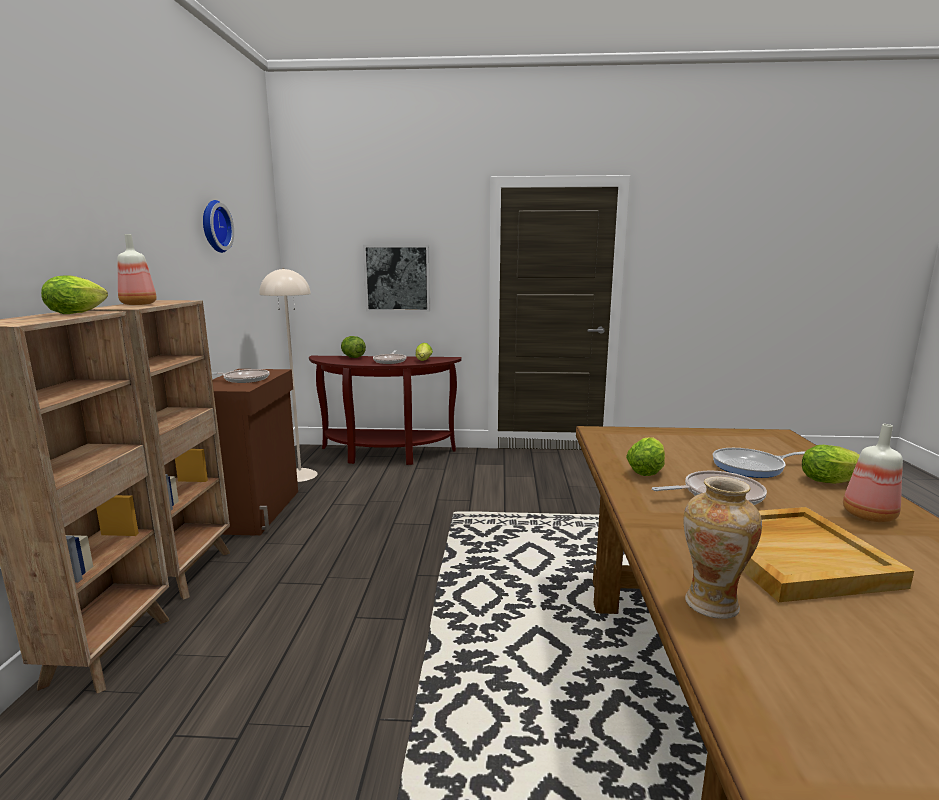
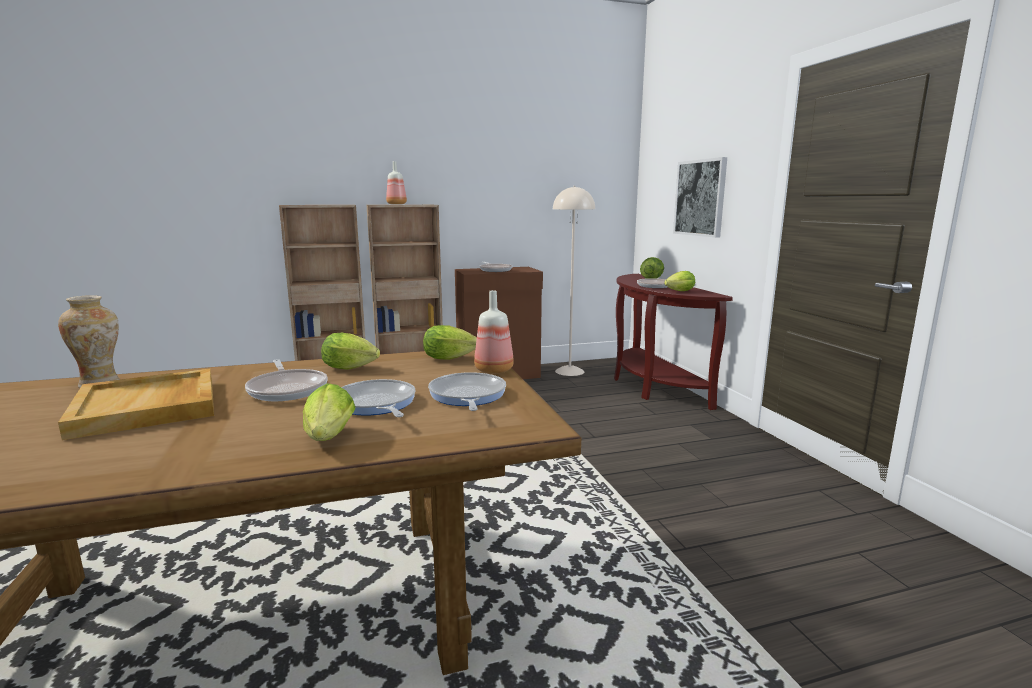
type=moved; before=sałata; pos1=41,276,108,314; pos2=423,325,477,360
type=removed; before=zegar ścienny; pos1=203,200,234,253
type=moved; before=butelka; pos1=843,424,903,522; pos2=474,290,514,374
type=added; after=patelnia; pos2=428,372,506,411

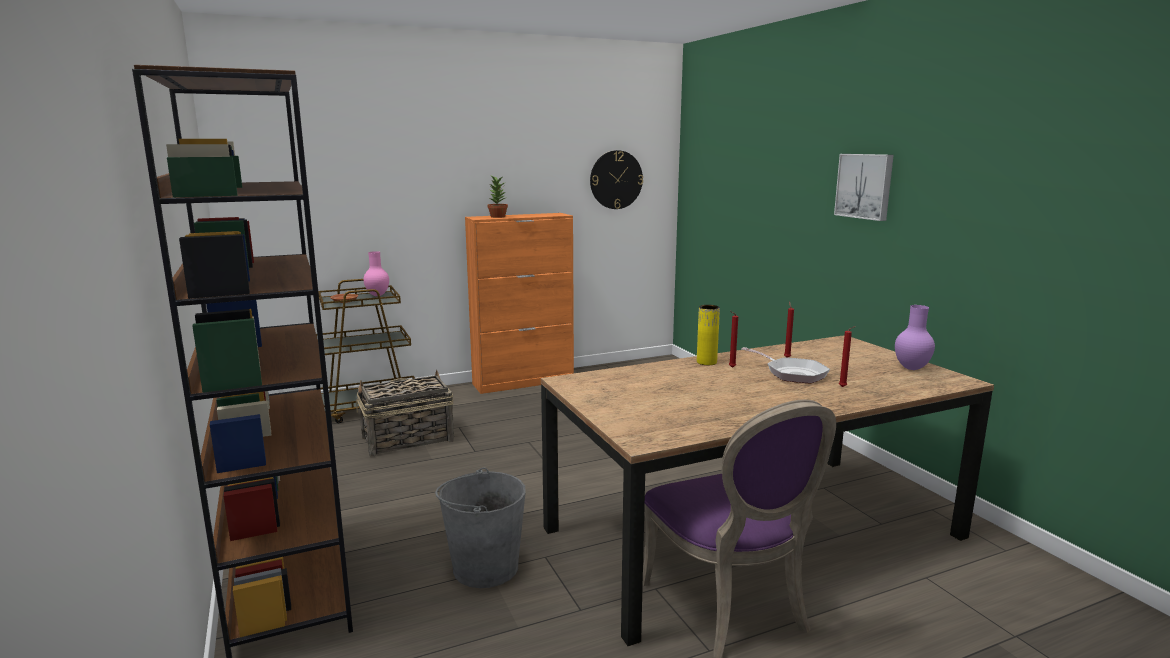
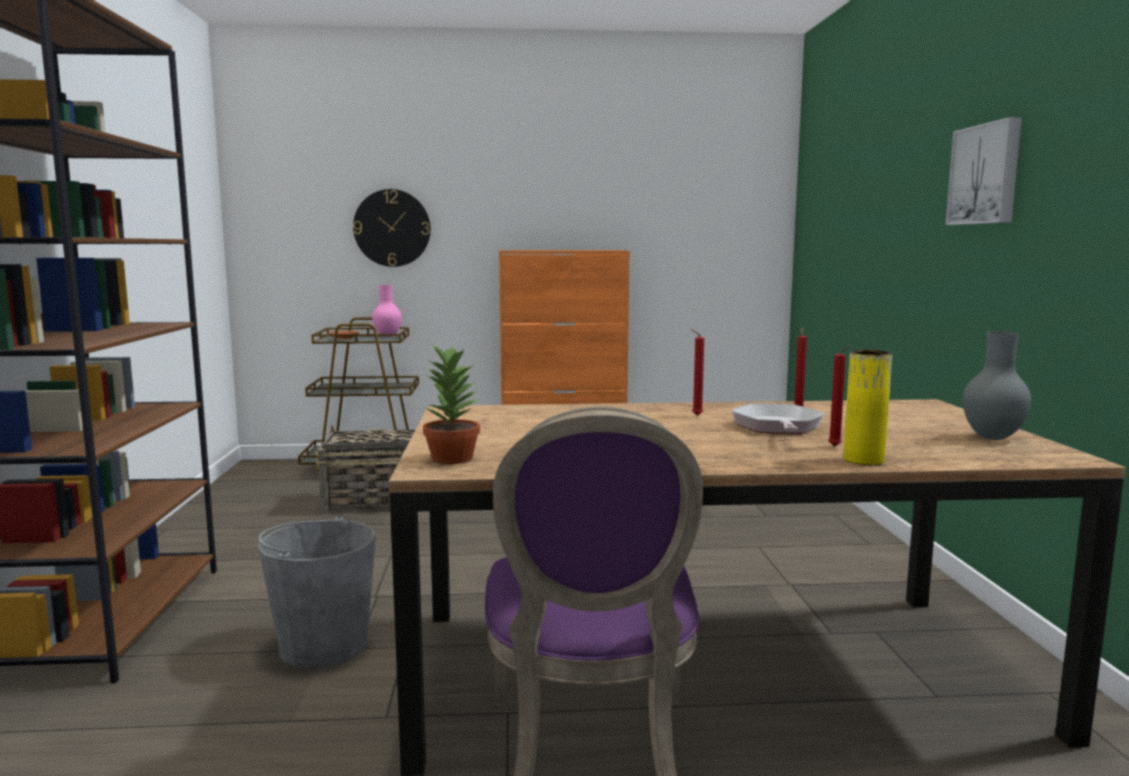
type=moved; before=roślina doniczkowa; pos1=487,176,508,218; pos2=423,343,481,464
type=moved; before=zegar ścienny; pos1=590,150,643,209; pos2=353,189,431,267
type=moved; before=wazon (żółty); pos1=697,305,720,365; pos2=843,350,892,465
type=turned; before=patelnia; pos1=741,347,830,383; pos2=731,403,825,434; turn=-150
type=recoloured; before=wazon (fioletowy); after=wazon (szary); pos1=895,305,935,370; pos2=963,331,1031,440

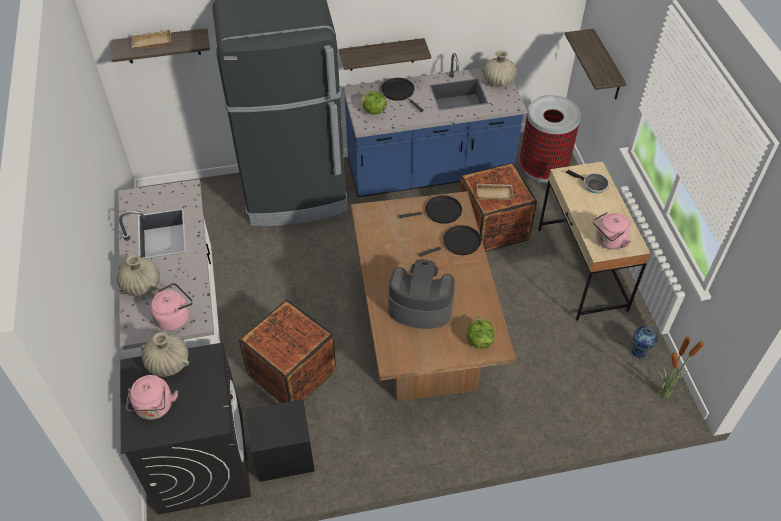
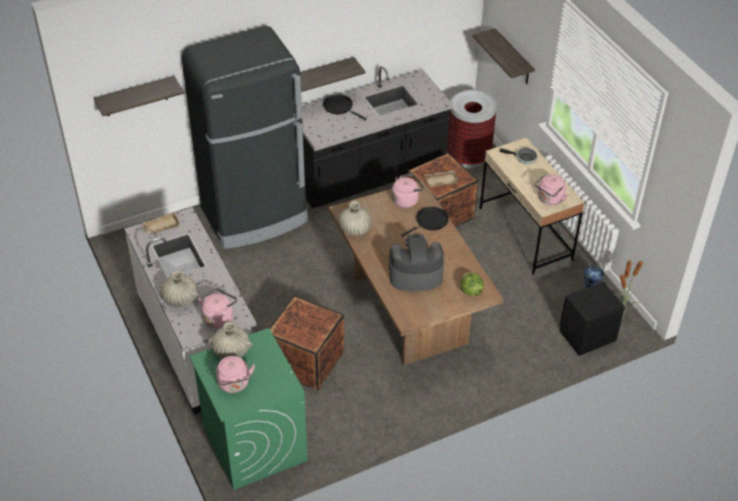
type=recoloured; before=pralka (czarny); after=pralka (zielony); pos1=120,343,251,515; pos2=190,328,308,490
type=moved; before=taca (beżowy); pos1=131,29,171,49; pos2=141,212,180,235
type=moved; before=szafka nocna (czarny); pos1=246,399,315,482; pos2=560,281,625,356
type=recoloured; before=zabudowa kuchenna (niebieski); after=zabudowa kuchenna (czarny); pos1=343,53,527,198; pos2=302,66,453,209
type=removed; before=sałata; pos1=360,91,387,115
type=replaced; before=patelnia (czarny); after=czajnik (różowy); pos1=399,195,462,224; pos2=392,174,424,208
type=moved; before=wazon (beżowy); pos1=483,50,517,87; pos2=339,201,372,236

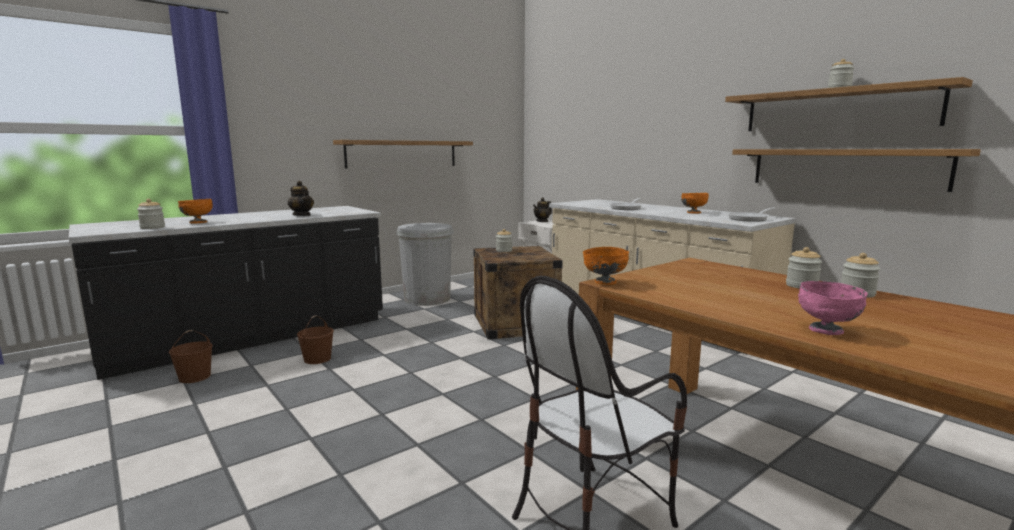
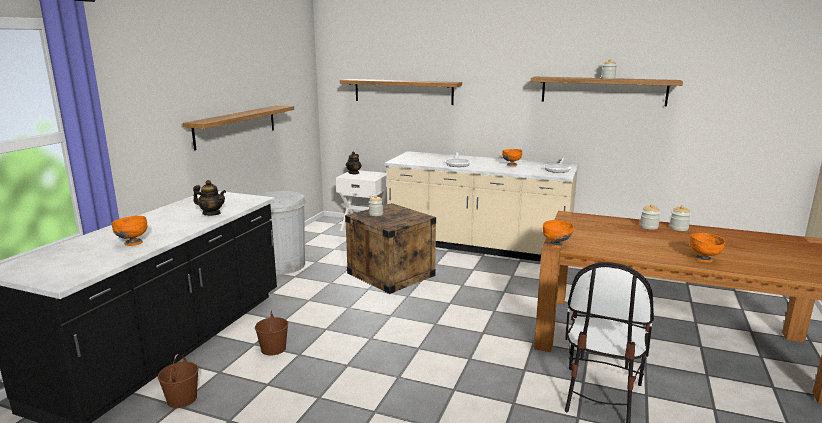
type=removed; before=słoik; pos1=137,199,165,229
type=moved; before=półka; pos1=732,149,981,192; pos2=340,79,462,105
type=recoloured; before=miska (różowy); after=miska (pomarańczowy); pos1=798,281,868,335; pos2=690,233,725,263

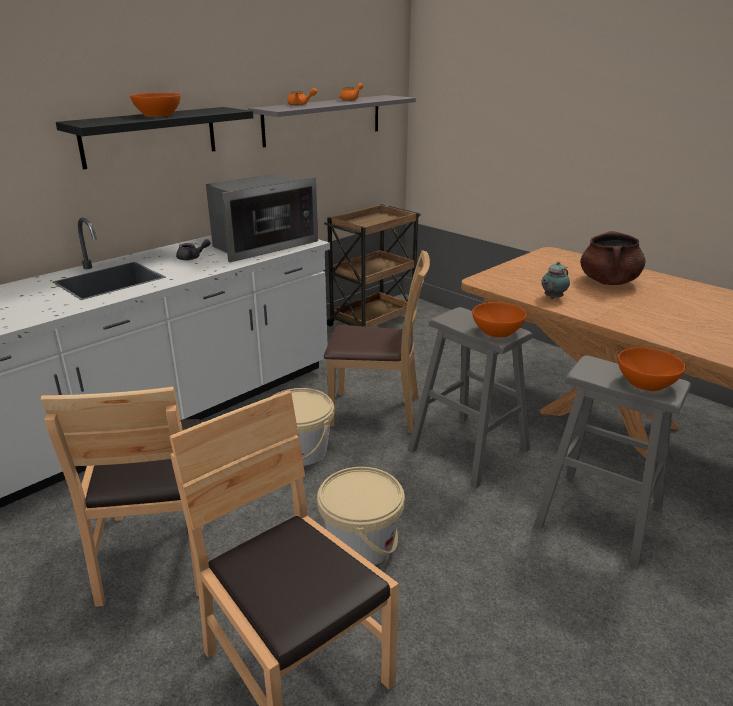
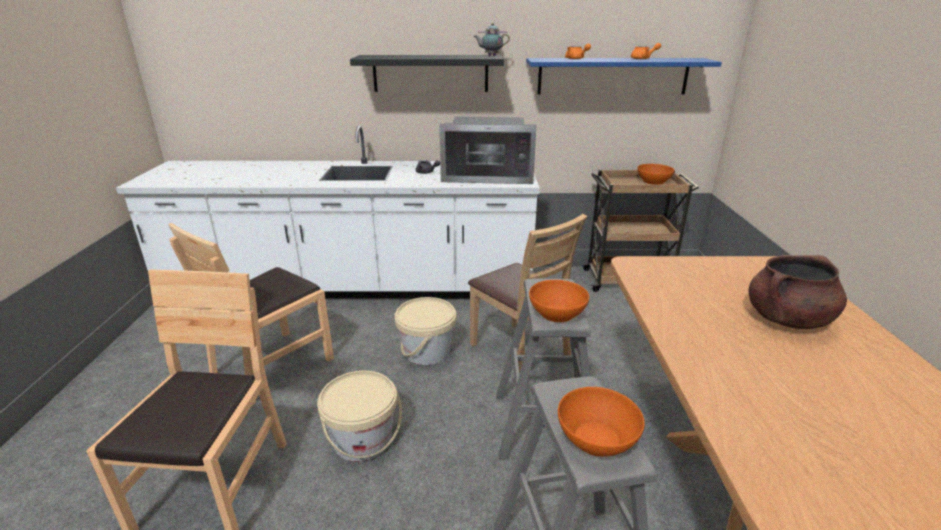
type=moved; before=miska (pomarańczowy); pos1=130,93,181,117; pos2=637,164,675,184
type=recoloured; before=półka (szary); after=półka (niebieski); pos1=248,95,416,147; pos2=526,58,722,95
type=moved; before=imbryk; pos1=542,261,570,299; pos2=474,23,510,56

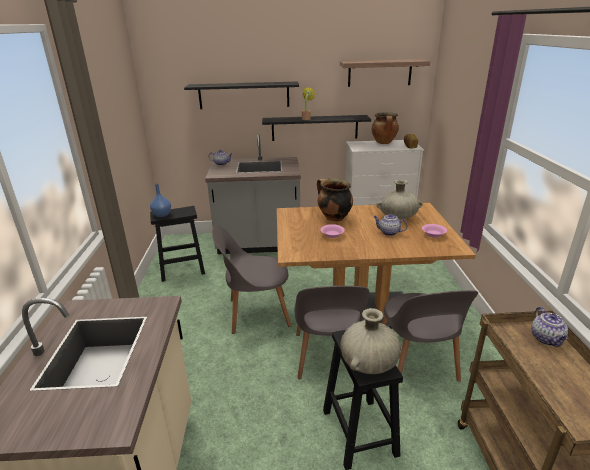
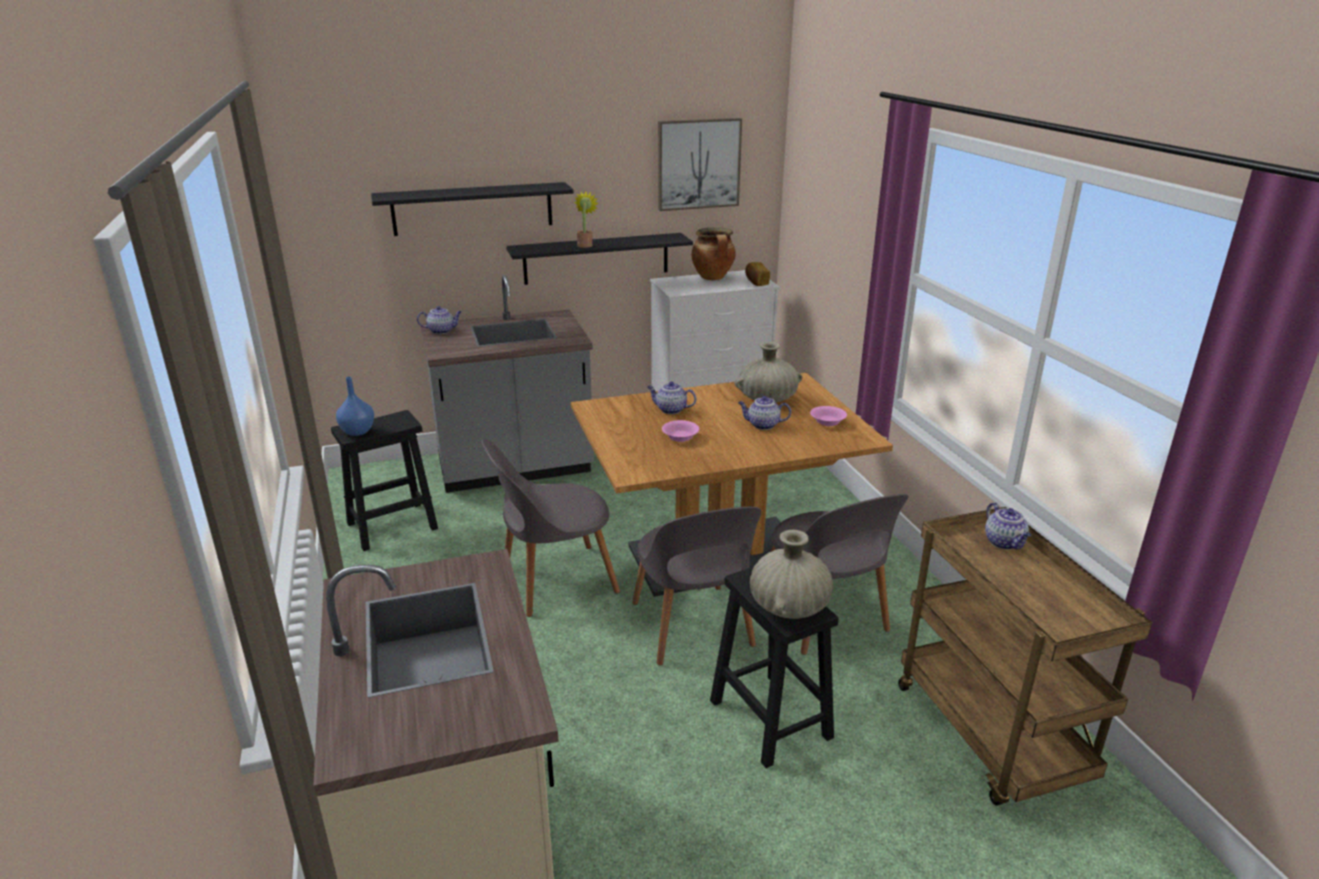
type=replaced; before=garnek; after=imbryk; pos1=317,178,353,222; pos2=647,382,696,414
type=replaced; before=półka; after=obraz; pos1=340,59,430,87; pos2=658,118,742,211

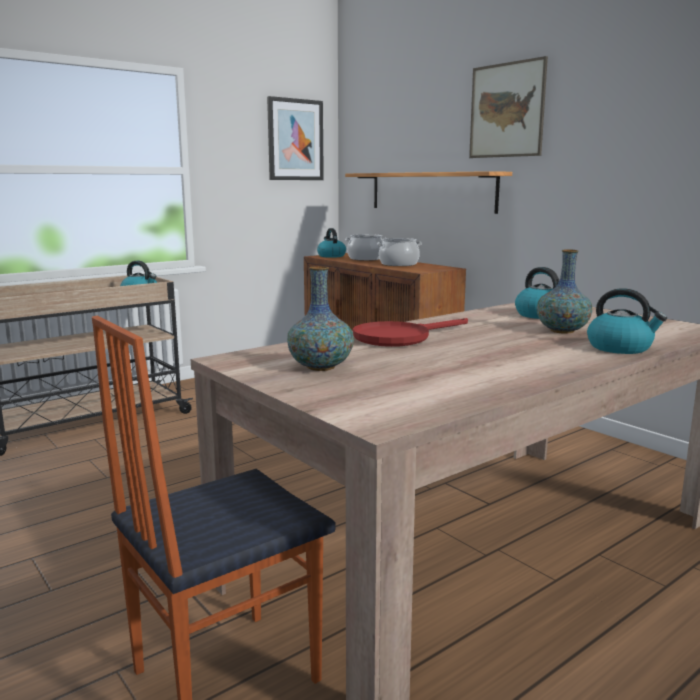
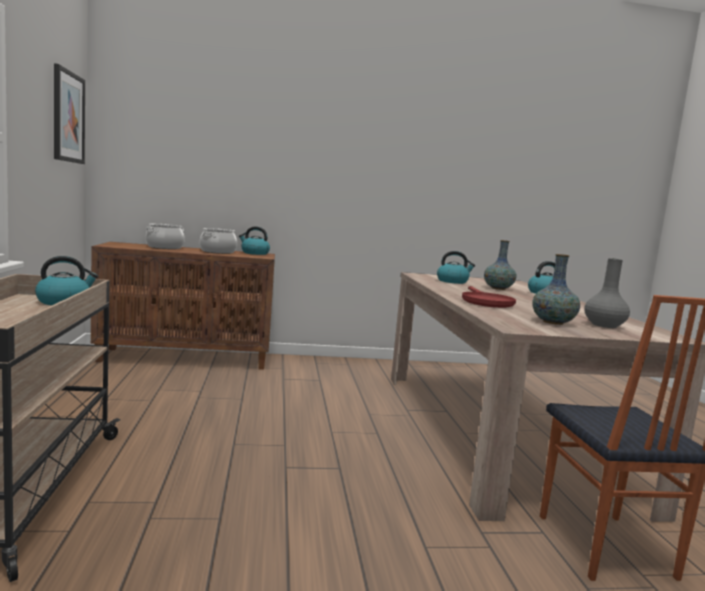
type=moved; before=czajnik; pos1=317,228,346,258; pos2=239,227,270,255
type=removed; before=półka; pos1=345,171,512,214
type=removed; before=obraz; pos1=469,56,548,158
type=added; after=wazon (szary); pos2=584,258,630,328

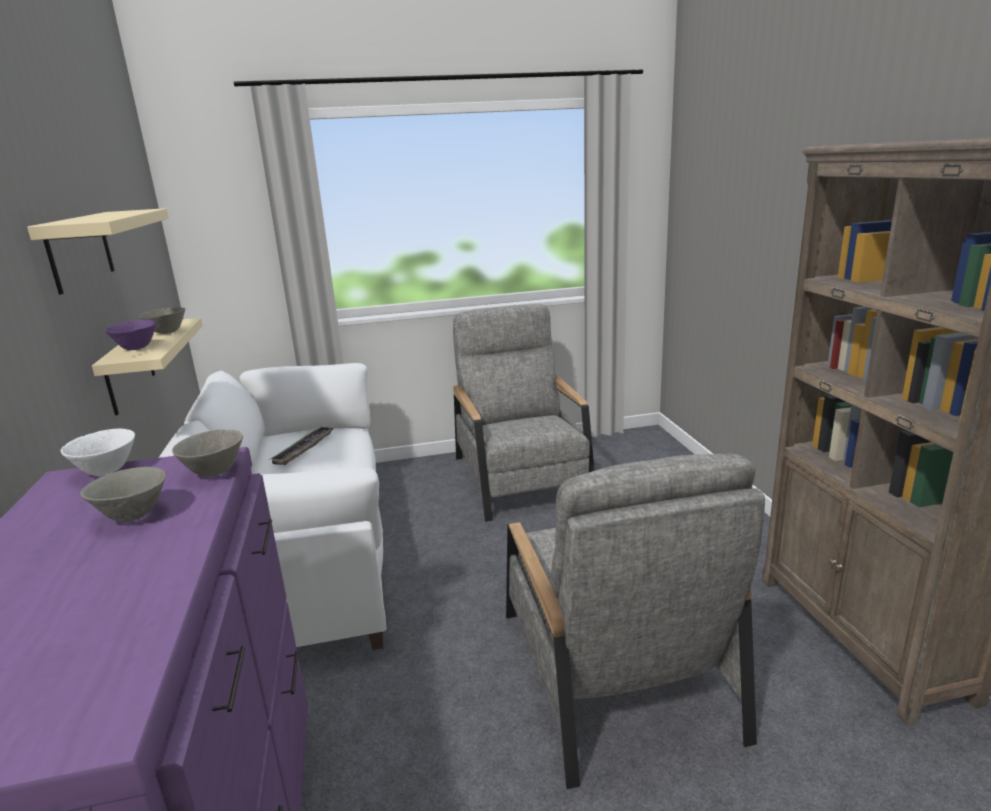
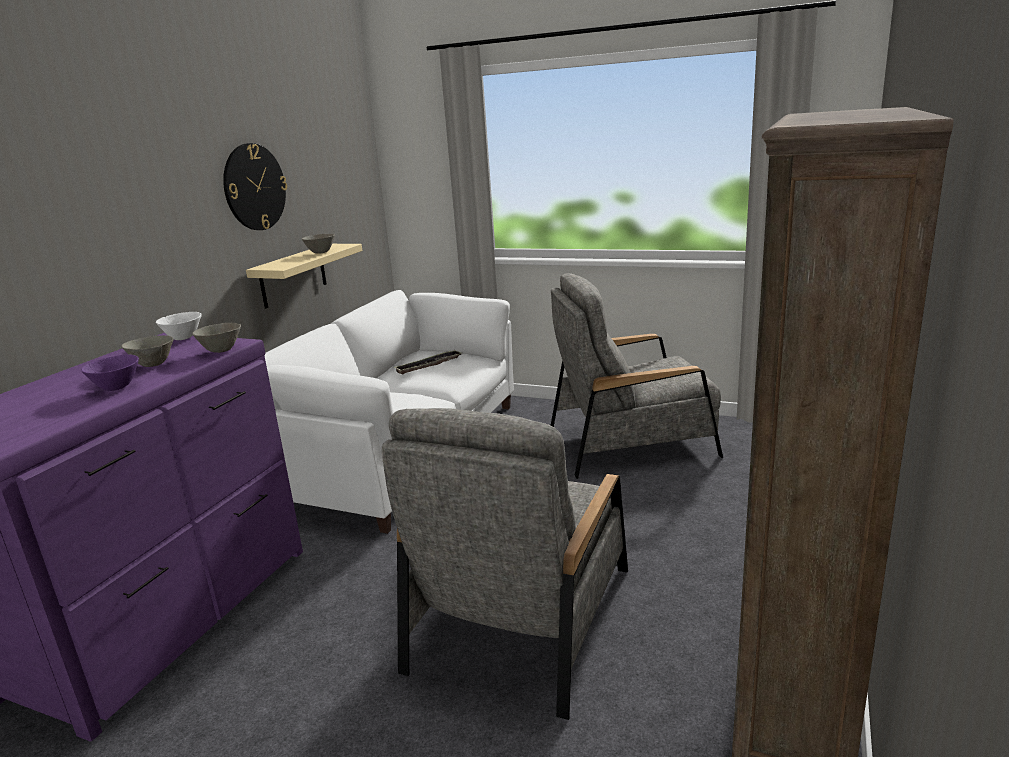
type=replaced; before=półka (beżowy); after=zegar ścienny; pos1=27,208,169,295; pos2=223,143,287,230
type=moved; before=miska (fioletowy); pos1=104,320,157,350; pos2=81,355,139,391
type=turned; before=fotel (szary); pos1=453,304,595,522; pos2=551,273,723,479; turn=-120

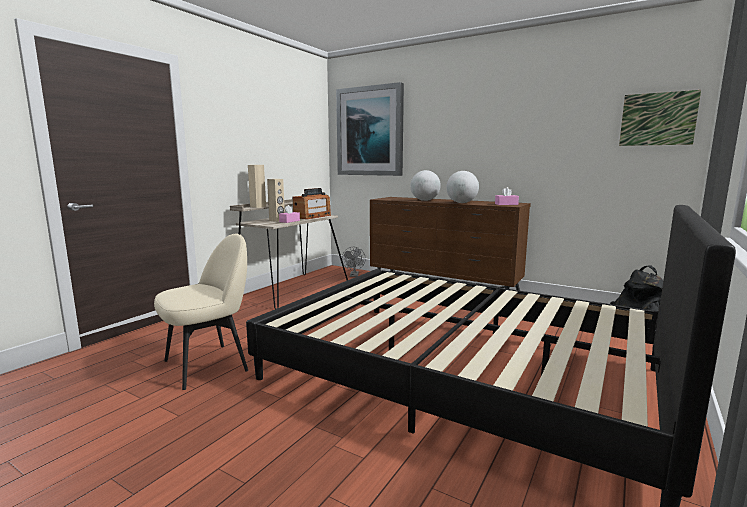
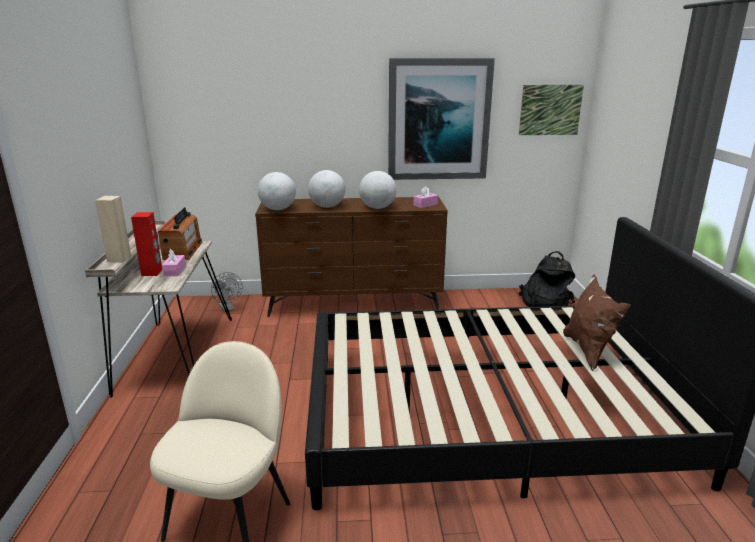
type=recoloured; before=głośnik (beżowy); after=głośnik (czerwony); pos1=267,179,285,222; pos2=131,212,162,276
type=moved; before=obraz; pos1=336,82,404,176; pos2=388,58,495,180
type=added; after=globus; pos2=258,172,296,210
type=added; after=poduszka (brązowy); pos2=563,274,630,371

